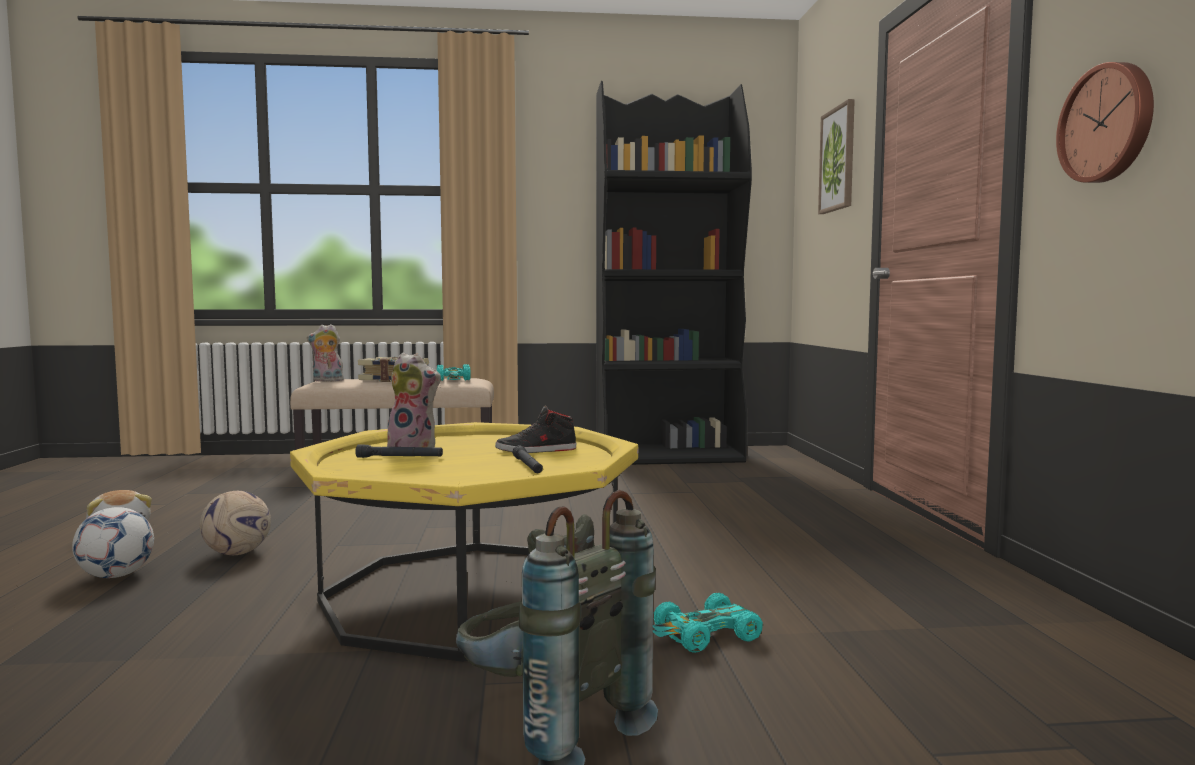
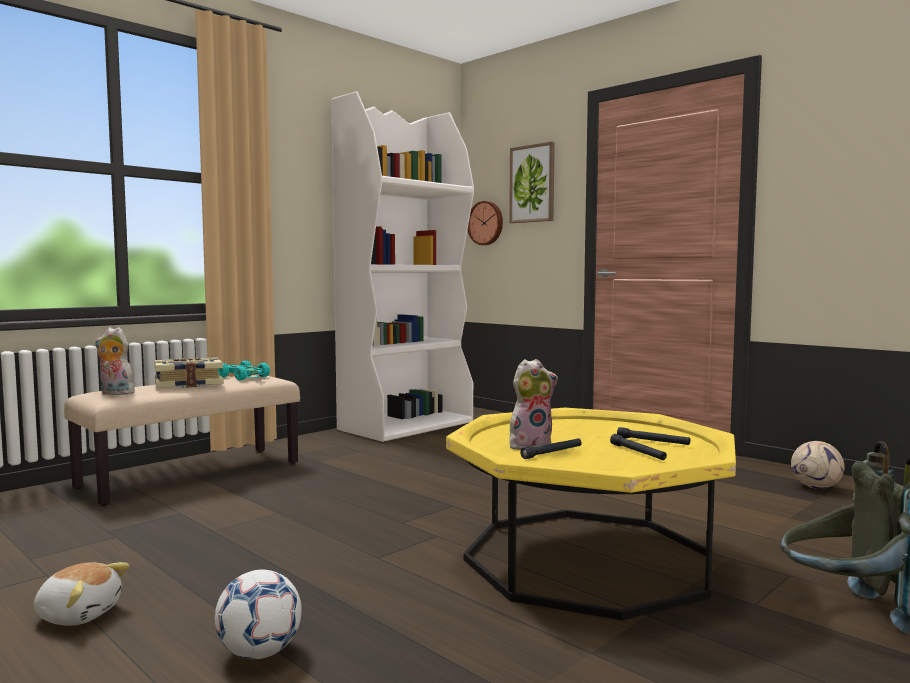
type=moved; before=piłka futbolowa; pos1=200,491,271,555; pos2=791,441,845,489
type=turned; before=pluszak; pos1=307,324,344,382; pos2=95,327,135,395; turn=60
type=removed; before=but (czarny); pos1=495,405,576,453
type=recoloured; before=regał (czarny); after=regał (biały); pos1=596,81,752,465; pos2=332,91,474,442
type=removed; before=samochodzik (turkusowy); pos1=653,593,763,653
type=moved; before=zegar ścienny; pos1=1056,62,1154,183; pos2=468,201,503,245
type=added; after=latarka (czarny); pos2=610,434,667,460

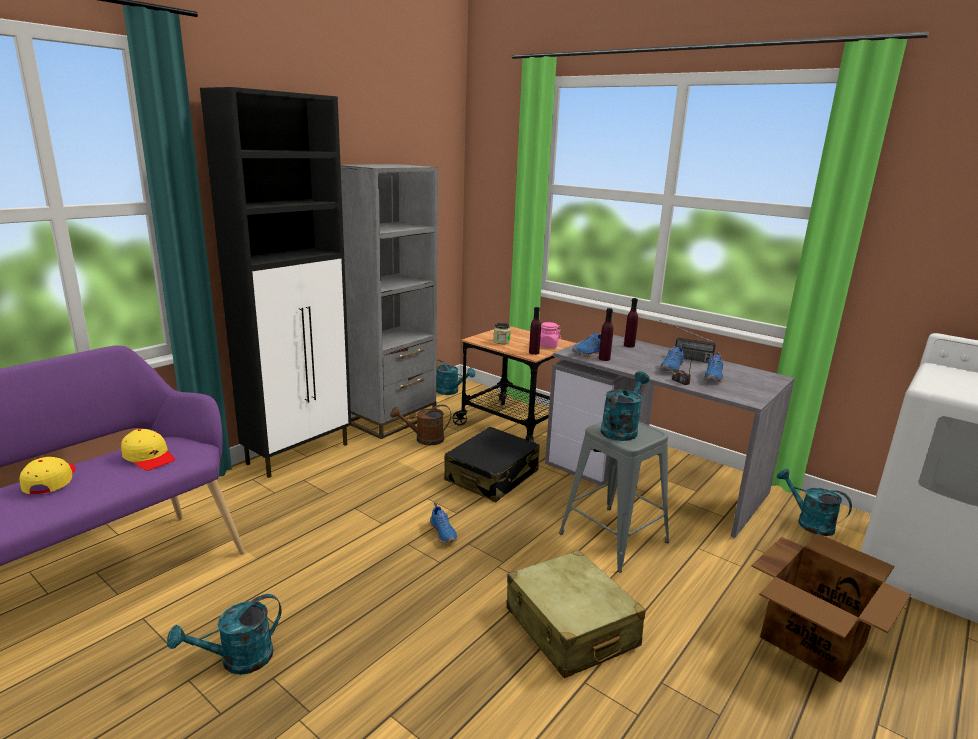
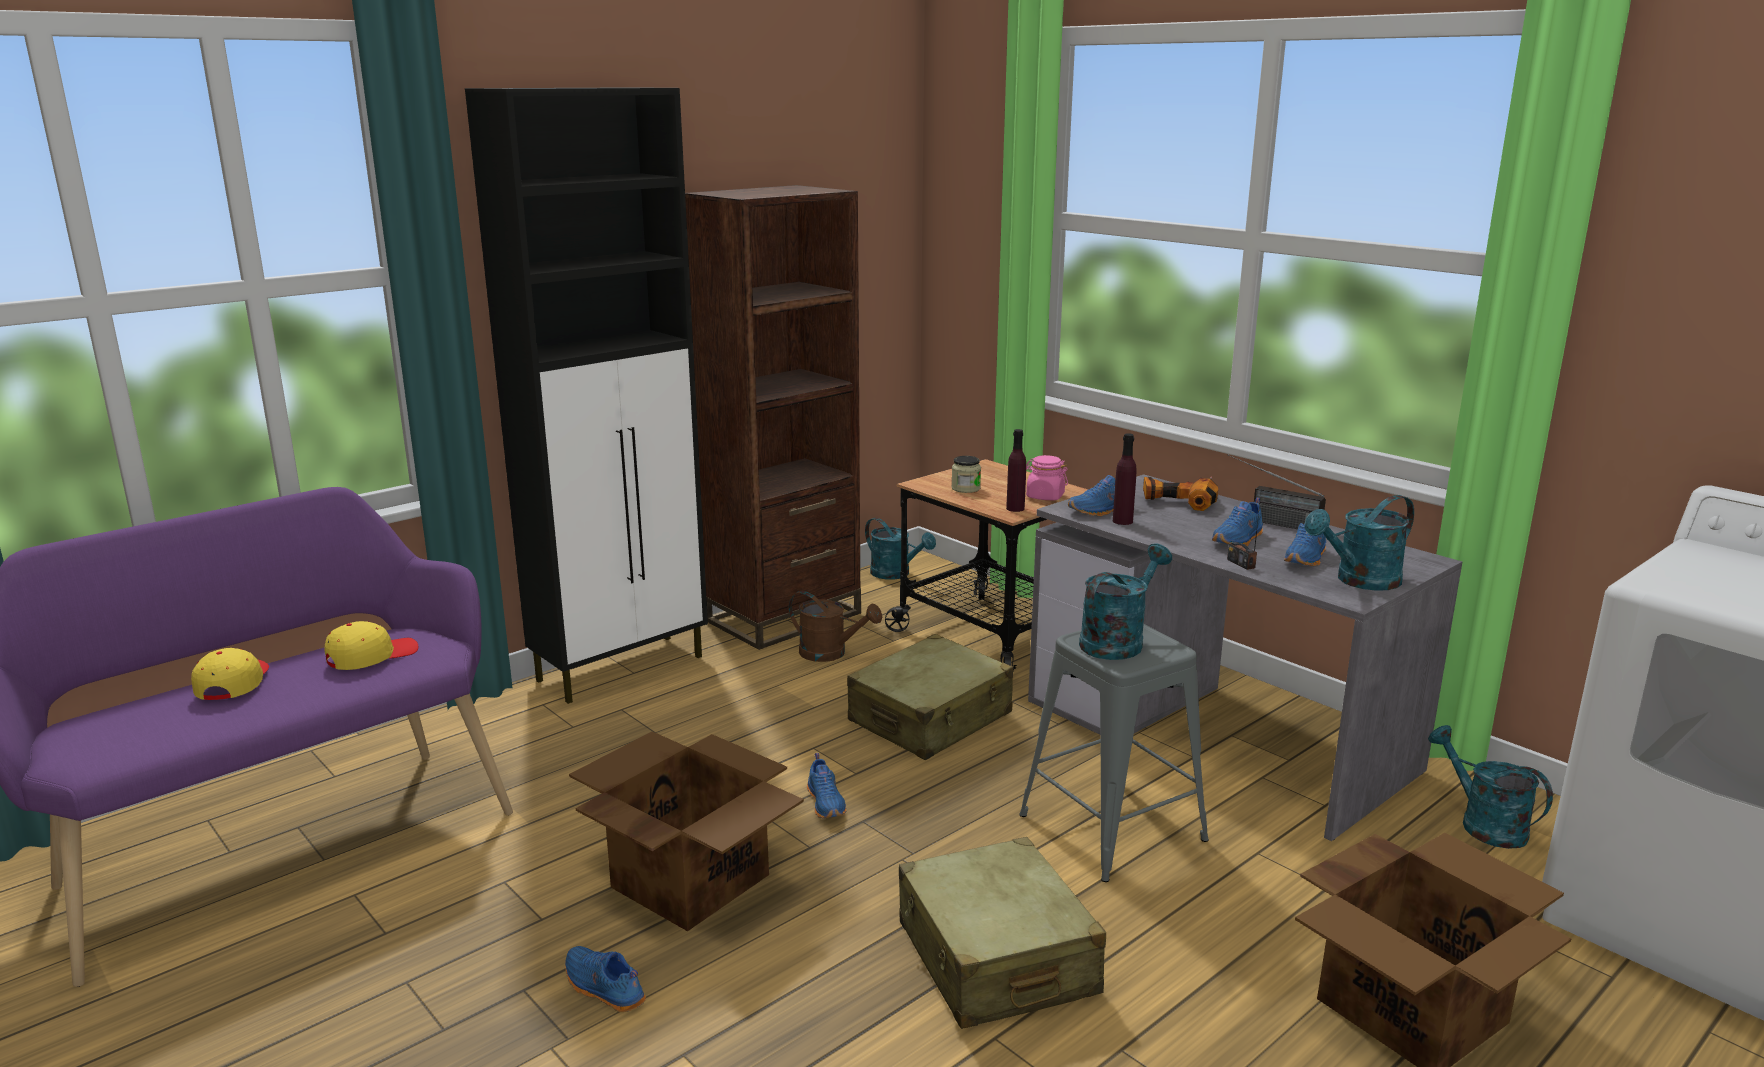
type=turned; before=czapka z daszkiem (żółty); pos1=121,429,175,470; pos2=324,621,418,670; turn=-90
type=moved; before=konewka (turkusowy); pos1=167,594,282,675; pos2=1304,495,1414,591
type=recoloured; before=regał (szary); after=regał (brązowy); pos1=341,164,438,439; pos2=685,185,861,650
type=turned; before=konewka (brązowy); pos1=391,404,451,446; pos2=788,591,882,662; turn=-150
type=recoloured; before=walizka (czarny); after=walizka (beżowy); pos1=444,427,540,502; pos2=847,634,1013,760
type=replaced; before=butelka (fioletowy); after=wiertarka; pos1=624,298,638,348; pos2=1143,477,1218,511
type=added; after=but (niebieski); pos2=565,946,646,1012
type=added; after=karton; pos2=569,731,804,931

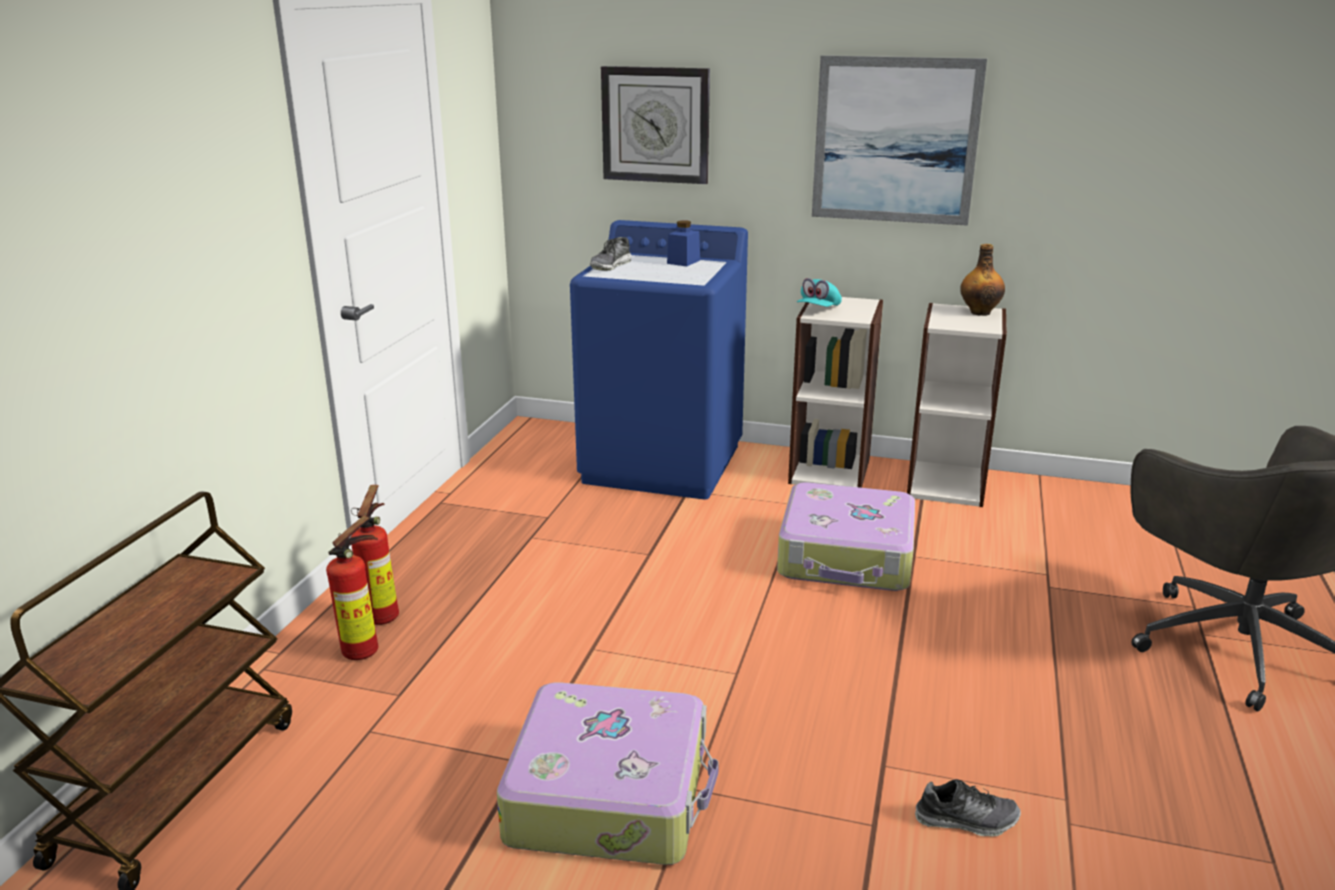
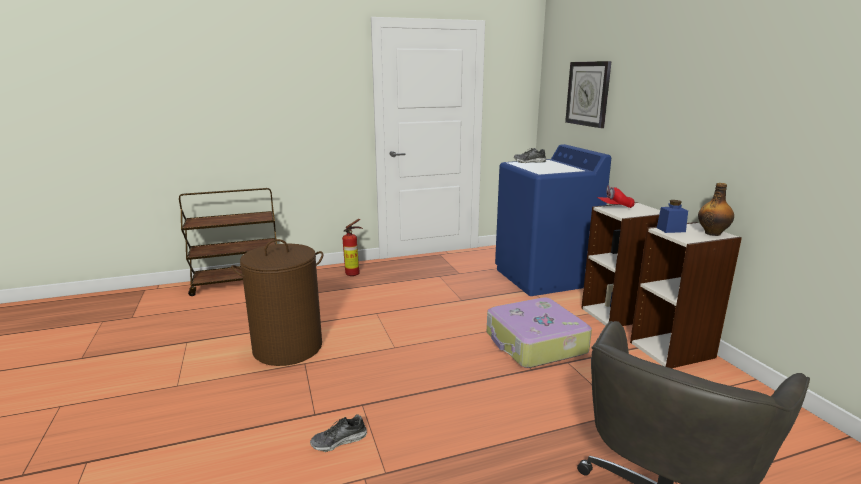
type=removed; before=gaśnica; pos1=326,515,378,660
type=replaced; before=walizka; after=kosz na pranie (brązowy); pos1=497,682,719,865; pos2=231,239,323,366
type=moved; before=słoik (niebieski); pos1=667,220,700,266; pos2=657,200,688,233
type=recoloured; before=czapka z daszkiem (turkusowy); after=czapka z daszkiem (czerwony); pos1=797,278,842,307; pos2=597,185,635,208
type=removed; before=obraz; pos1=812,55,987,226
type=turned; before=but; pos1=915,779,1021,837; pos2=310,415,367,452; turn=90

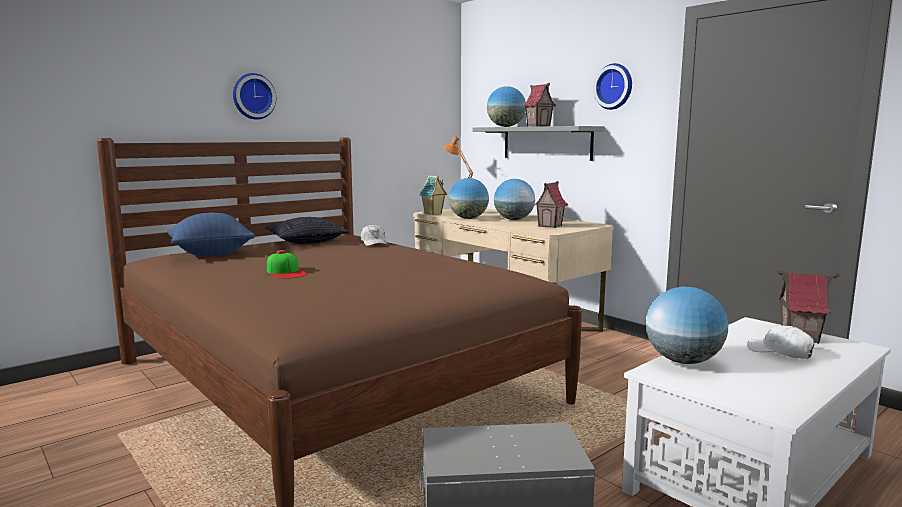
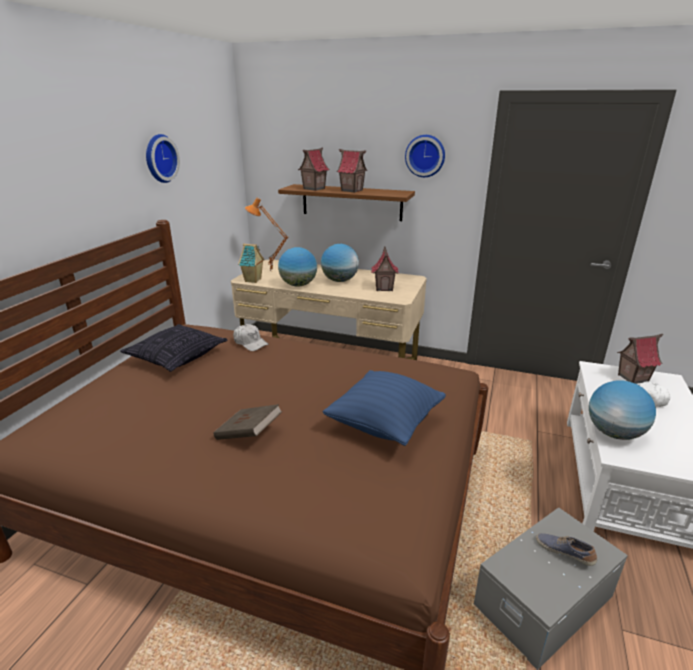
type=moved; before=poduszka (niebieski); pos1=167,213,255,256; pos2=322,370,446,446
type=moved; before=zegar ścienny; pos1=233,73,276,120; pos2=146,134,180,183
type=replaced; before=czapka z daszkiem; after=książka (brązowy); pos1=267,250,307,279; pos2=213,404,282,440
type=recoloured; before=półka (szary); after=półka (brązowy); pos1=473,126,605,161; pos2=278,184,415,221
type=replaced; before=globus; after=domek; pos1=487,86,526,127; pos2=298,148,329,191
type=added; after=but; pos2=536,533,597,566

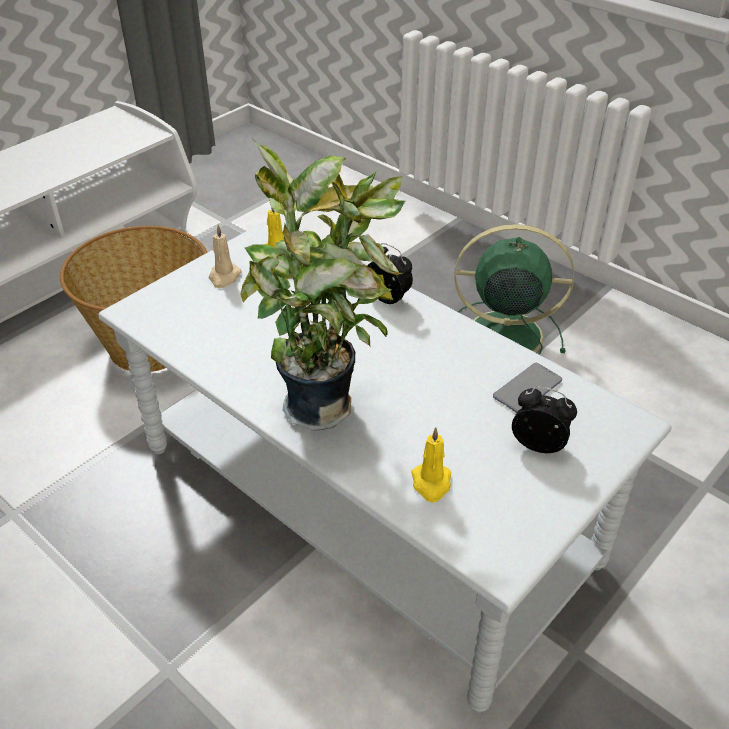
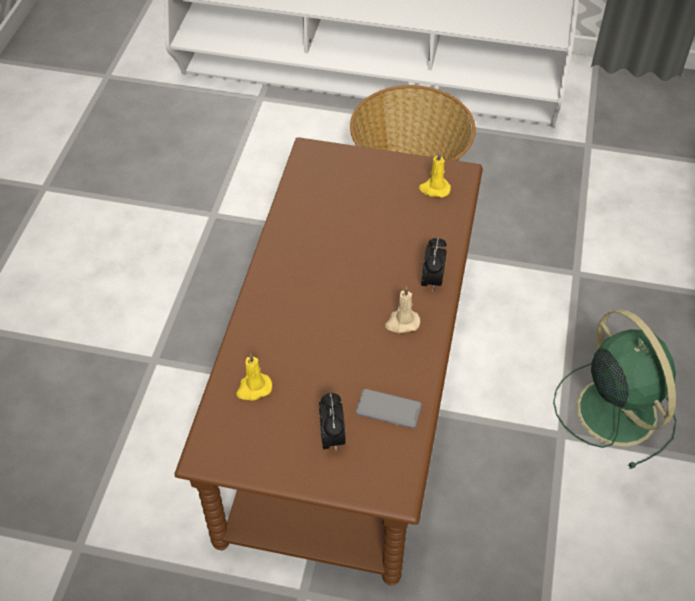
type=recoloured; before=ława (szary); after=ława (brązowy); pos1=99,220,672,713; pos2=174,137,483,585
type=moved; before=świeca (beżowy); pos1=209,225,242,288; pos2=385,287,420,333
type=removed; before=roślina doniczkowa; pos1=240,138,405,431

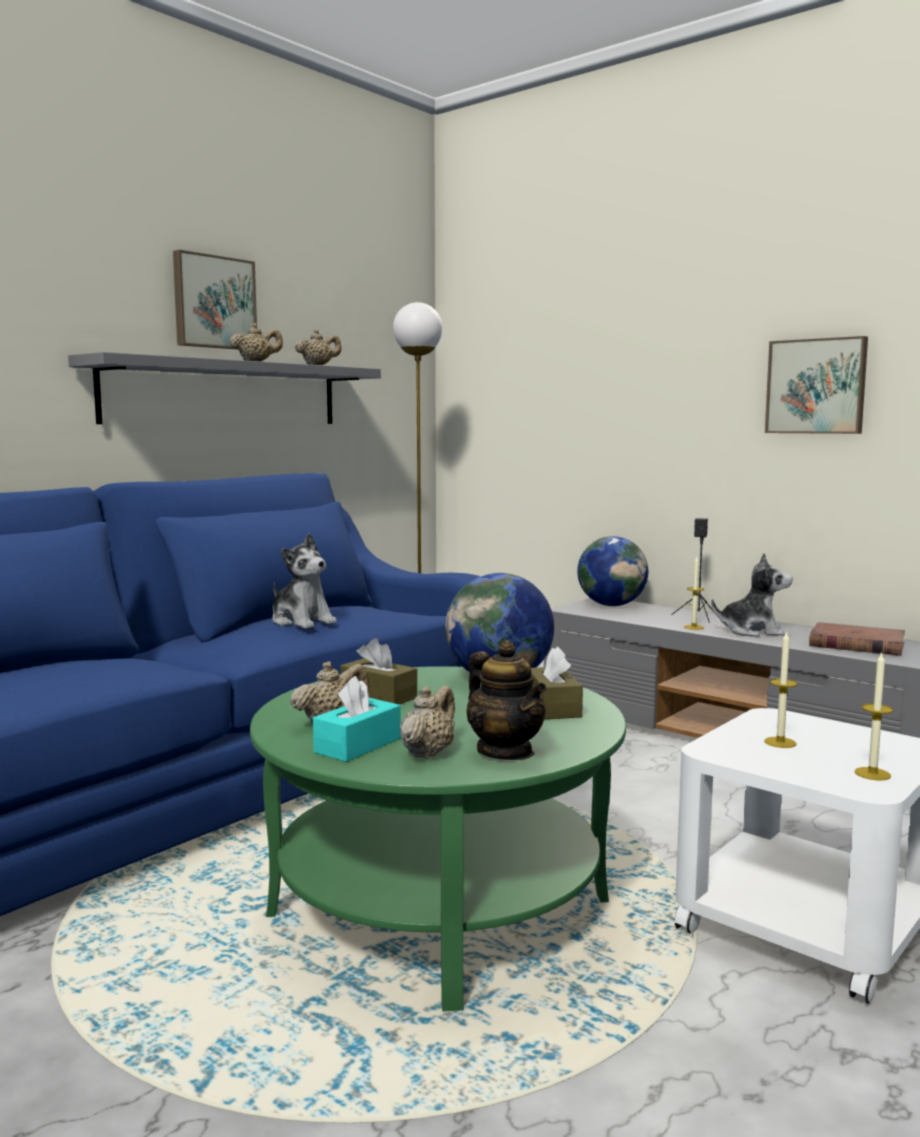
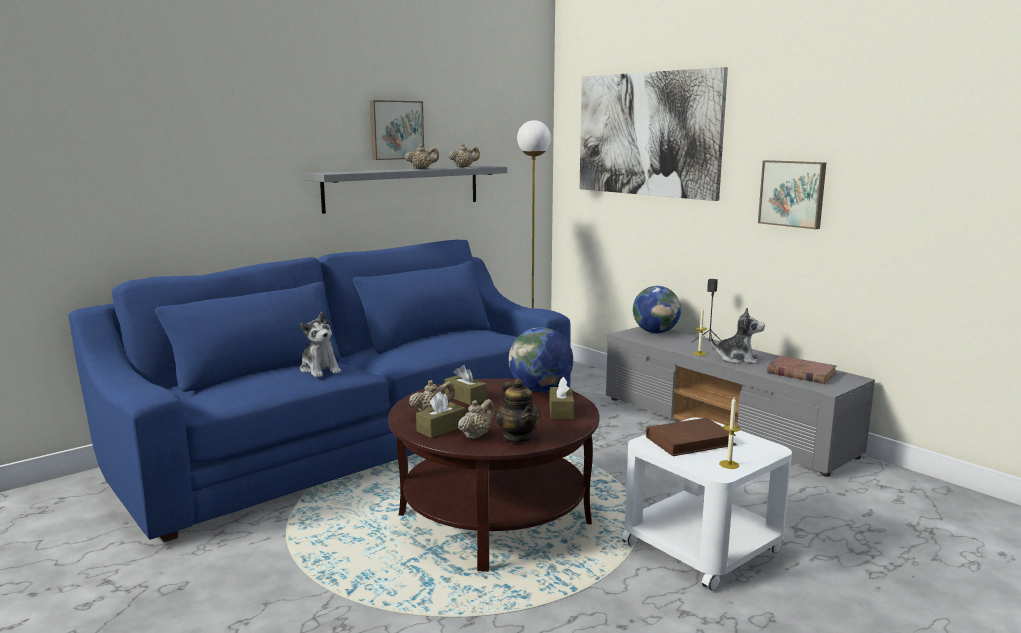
type=recoloured; before=ława (zielony); after=ława (brązowy); pos1=250,666,626,1012; pos2=388,378,600,572
type=moved; before=pluszak; pos1=272,533,337,629; pos2=300,312,341,378
type=recoloured; before=pudełko chusteczek (turkusowy); after=pudełko chusteczek (brązowy); pos1=313,676,401,762; pos2=416,392,466,438
type=replaced; before=świeca; after=książka (brązowy); pos1=764,631,798,748; pos2=646,418,737,456
type=added; after=obraz; pos2=579,67,728,201

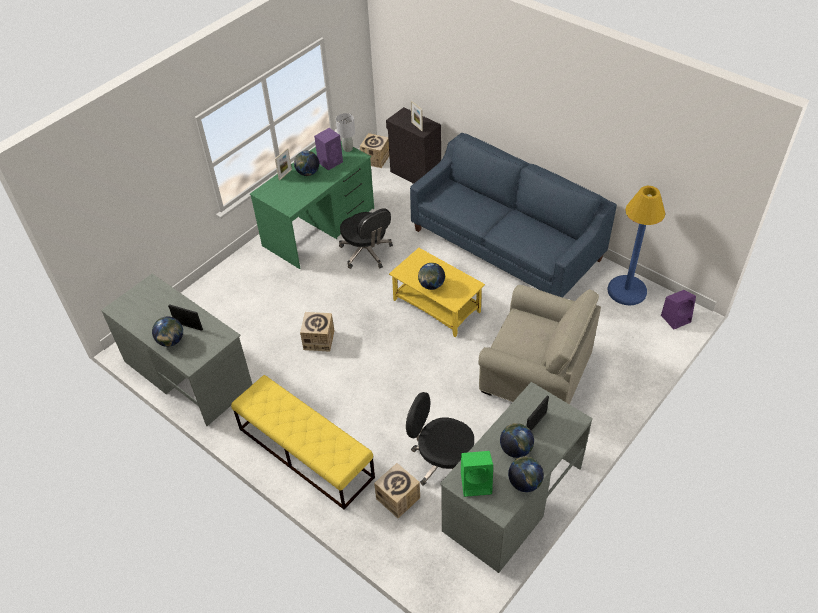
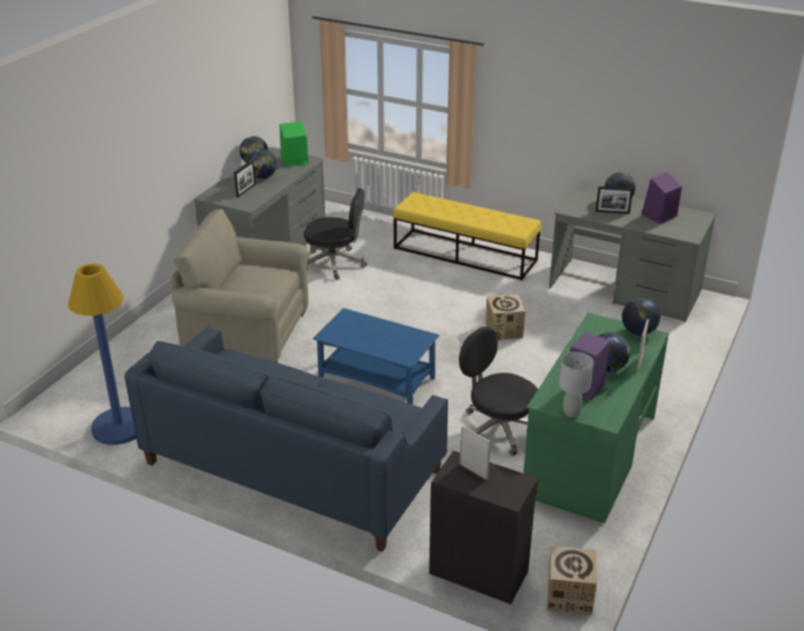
type=removed; before=karton; pos1=374,463,420,518
type=recoloured; before=ława (żółty); after=ława (niebieski); pos1=389,248,485,337; pos2=313,308,439,405
type=moved; before=globus; pos1=418,263,445,290; pos2=622,298,660,336
type=moved; before=głośnik (fioletowy); pos1=661,290,696,330; pos2=641,172,682,224

